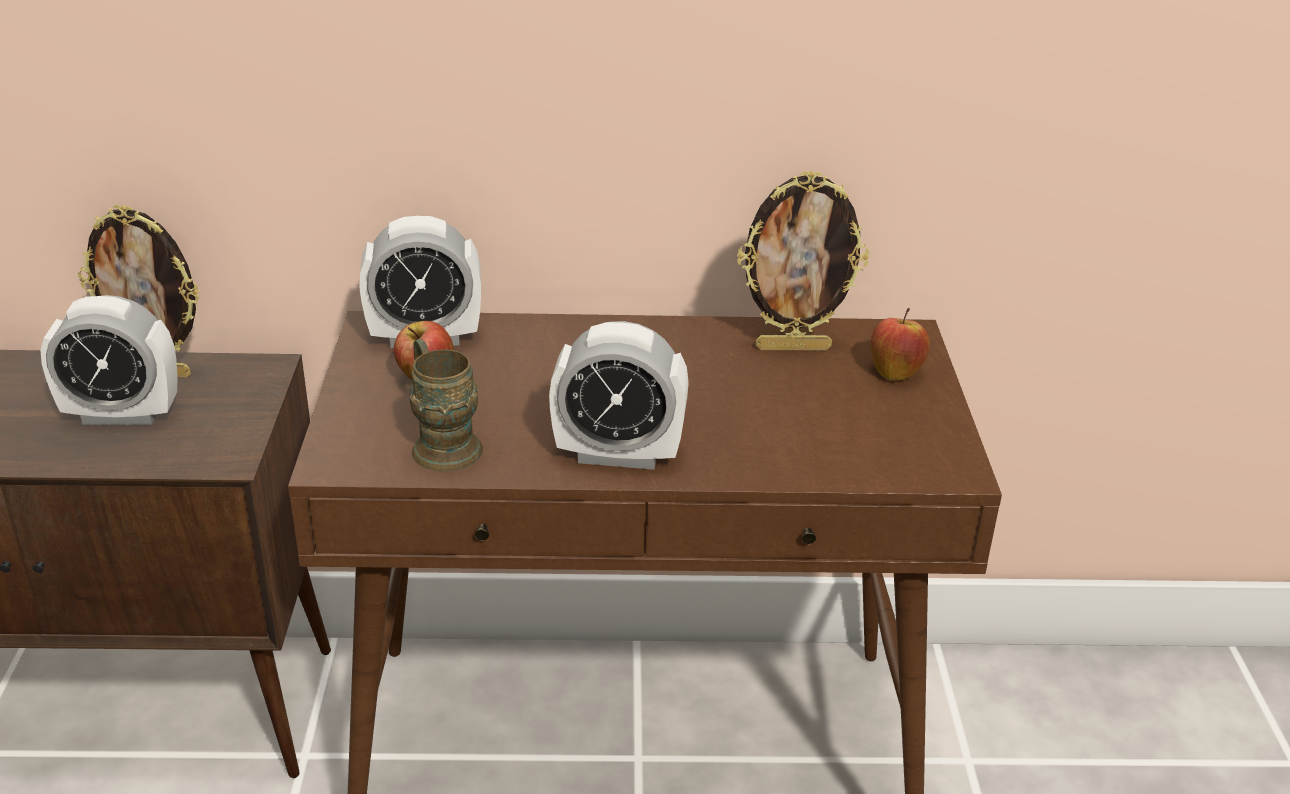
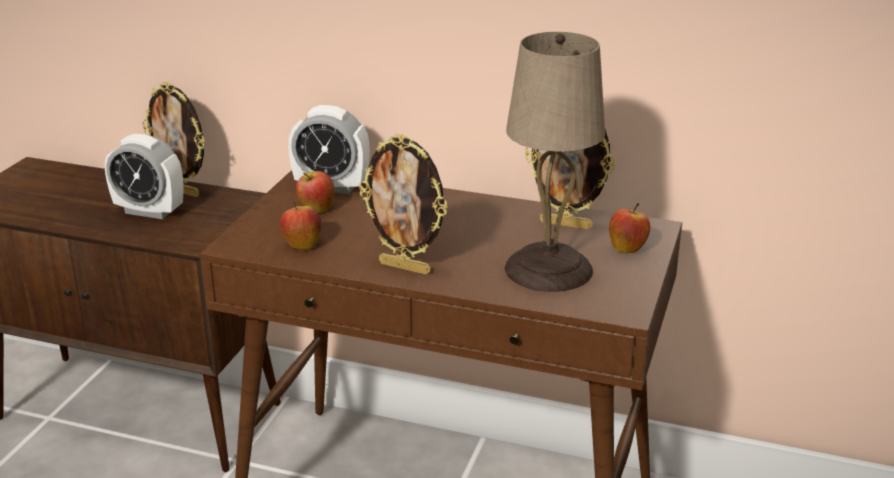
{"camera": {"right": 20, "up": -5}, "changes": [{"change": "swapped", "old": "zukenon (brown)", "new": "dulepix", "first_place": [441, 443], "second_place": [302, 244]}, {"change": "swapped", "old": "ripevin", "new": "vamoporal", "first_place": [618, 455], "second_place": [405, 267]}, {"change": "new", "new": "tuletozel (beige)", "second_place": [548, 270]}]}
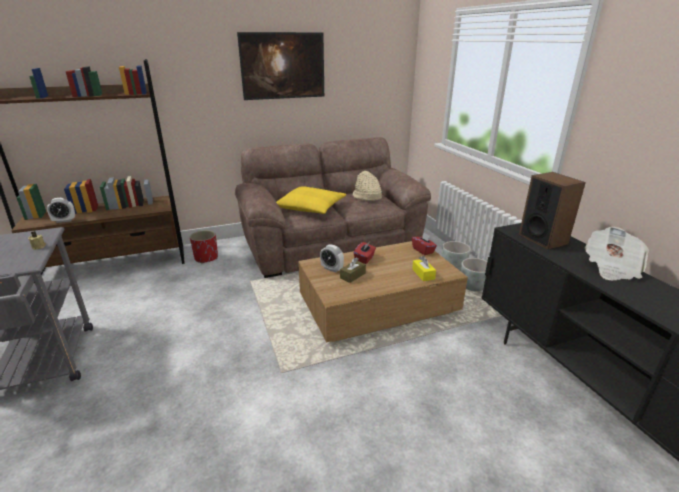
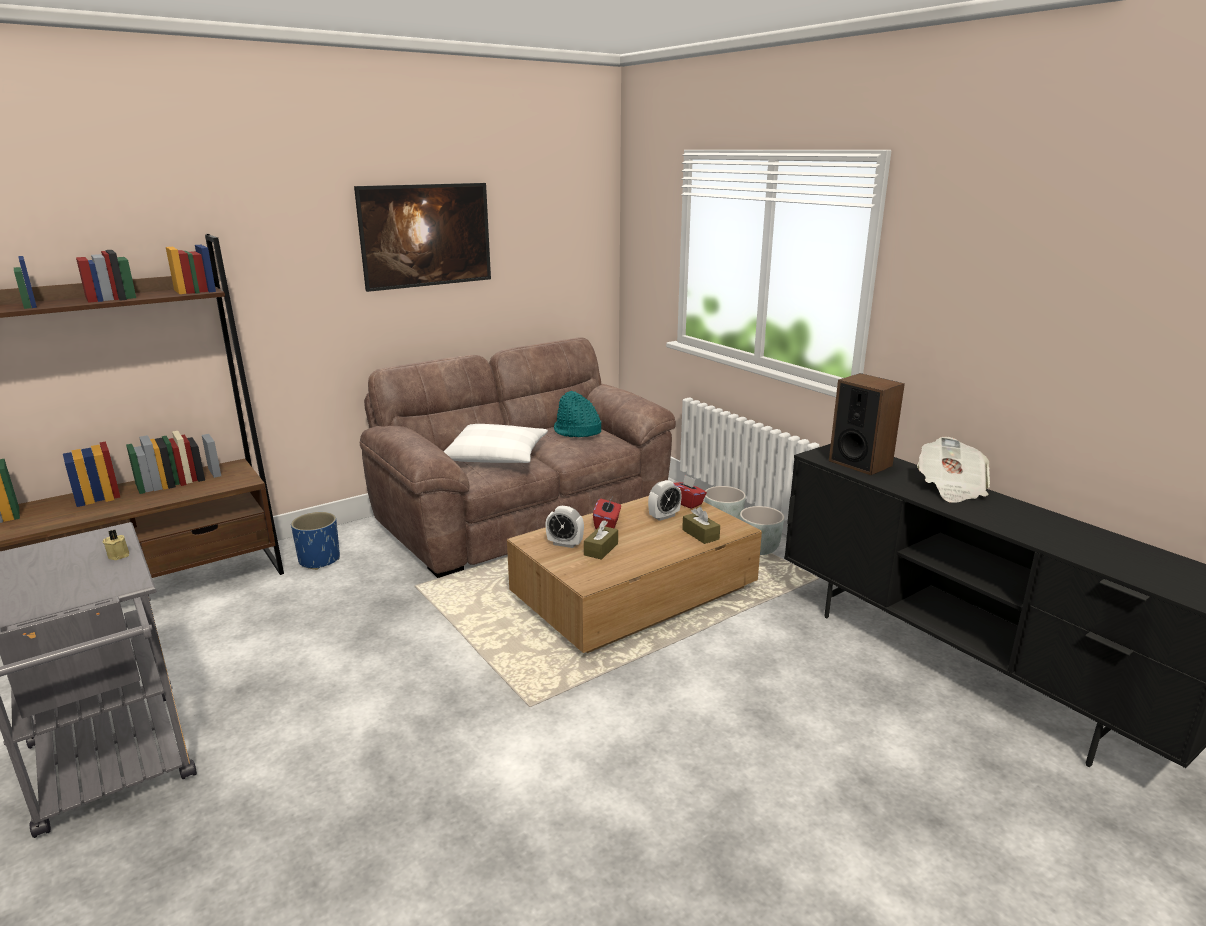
{"camera": {"right": -15, "up": -5}, "changes": [{"change": "shifted", "old": "ripevin", "first_place": [64, 221], "second_place": [664, 516]}, {"change": "repainted", "old": "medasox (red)", "new": "medasox (blue)", "first_place": [206, 258], "second_place": [319, 560]}, {"change": "repainted", "old": "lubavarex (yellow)", "new": "lubavarex (white)", "first_place": [311, 207], "second_place": [497, 456]}, {"change": "repainted", "old": "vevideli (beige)", "new": "vevideli (turquoise)", "first_place": [366, 197], "second_place": [576, 431]}, {"change": "repainted", "old": "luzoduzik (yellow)", "new": "luzoduzik (brown)", "first_place": [423, 274], "second_place": [700, 534]}]}
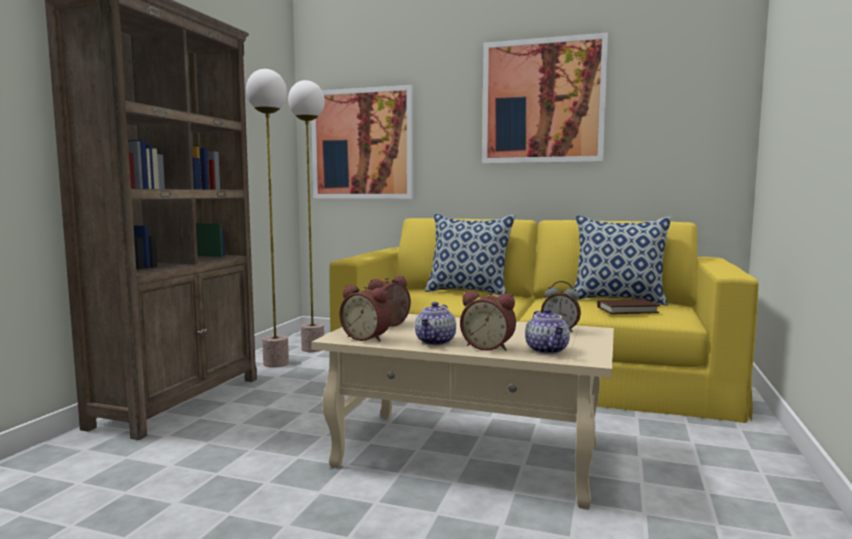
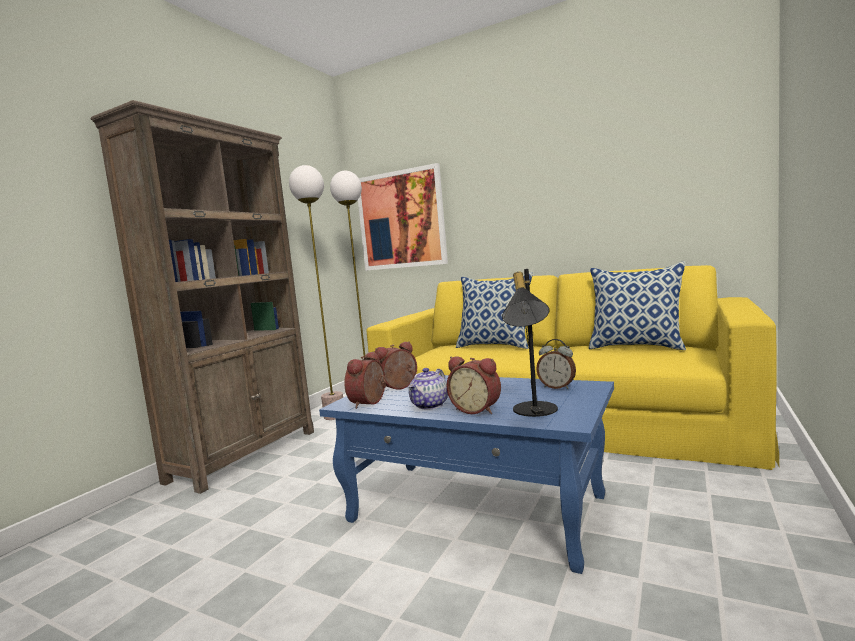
{"camera": {"right": 10, "up": 0}, "changes": [{"change": "repainted", "old": "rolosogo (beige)", "new": "rolosogo (blue)", "first_place": [470, 455], "second_place": [478, 508]}, {"change": "rotated", "old": "ripevin", "first_place": [367, 337], "second_place": [370, 403], "degrees": 75}, {"change": "gone", "old": "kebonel", "first_place": [542, 101]}, {"change": "swapped", "old": "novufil", "new": "tuletozel (black)", "first_place": [548, 350], "second_place": [533, 412]}, {"change": "gone", "old": "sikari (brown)", "first_place": [627, 310]}]}
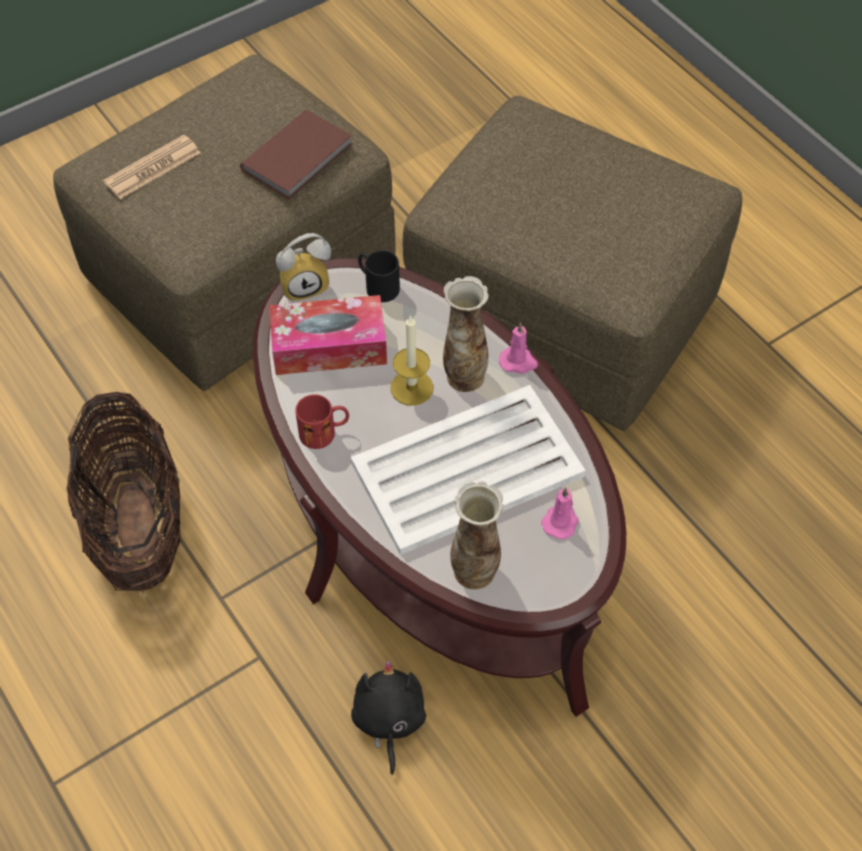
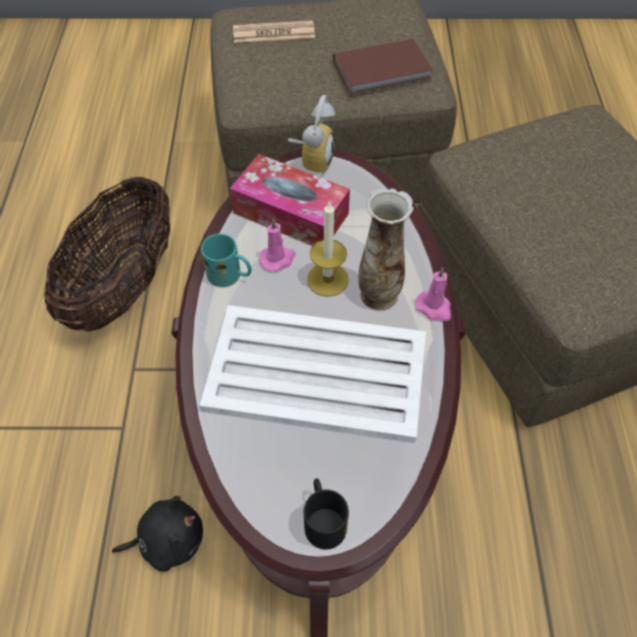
{"camera": {"right": 35, "up": 0}, "changes": [{"change": "rotated", "old": "ripevin", "first_place": [305, 284], "second_place": [312, 160], "degrees": -90}, {"change": "repainted", "old": "zukenon (red)", "new": "zukenon (turquoise)", "first_place": [324, 432], "second_place": [230, 275]}, {"change": "rotated", "old": "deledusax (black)", "first_place": [388, 720], "second_place": [168, 540], "degrees": 45}, {"change": "shifted", "old": "zukenon (black)", "first_place": [377, 286], "second_place": [322, 519]}, {"change": "gone", "old": "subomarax", "first_place": [474, 572]}, {"change": "shifted", "old": "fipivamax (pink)", "first_place": [560, 521], "second_place": [278, 259]}]}
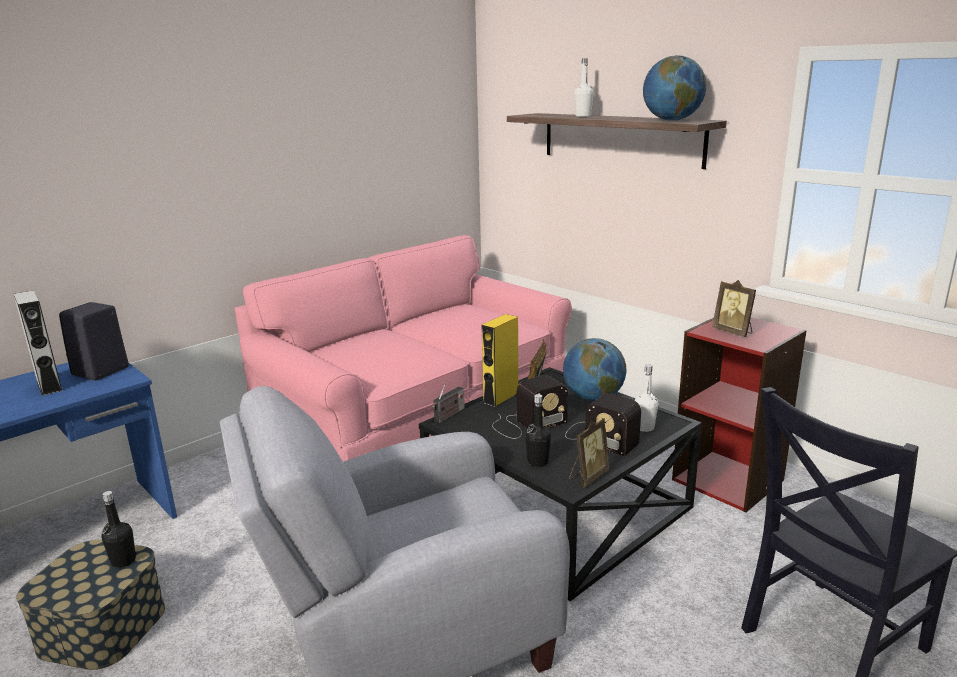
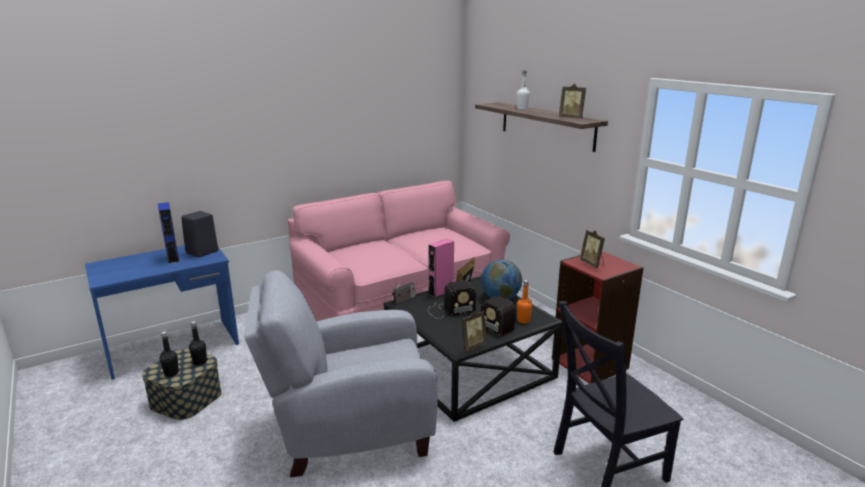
{"camera": {"right": 10, "up": 0}, "changes": [{"change": "repainted", "old": "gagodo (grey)", "new": "gagodo (blue)", "first_place": [49, 385], "second_place": [172, 258]}, {"change": "repainted", "old": "gagodo (yellow)", "new": "gagodo (pink)", "first_place": [501, 398], "second_place": [441, 292]}, {"change": "shifted", "old": "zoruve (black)", "first_place": [537, 462], "second_place": [171, 373]}, {"change": "repainted", "old": "zoruve (white)", "new": "zoruve (orange)", "first_place": [644, 427], "second_place": [523, 320]}, {"change": "swapped", "old": "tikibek", "new": "vamoporal", "first_place": [672, 120], "second_place": [571, 118]}]}
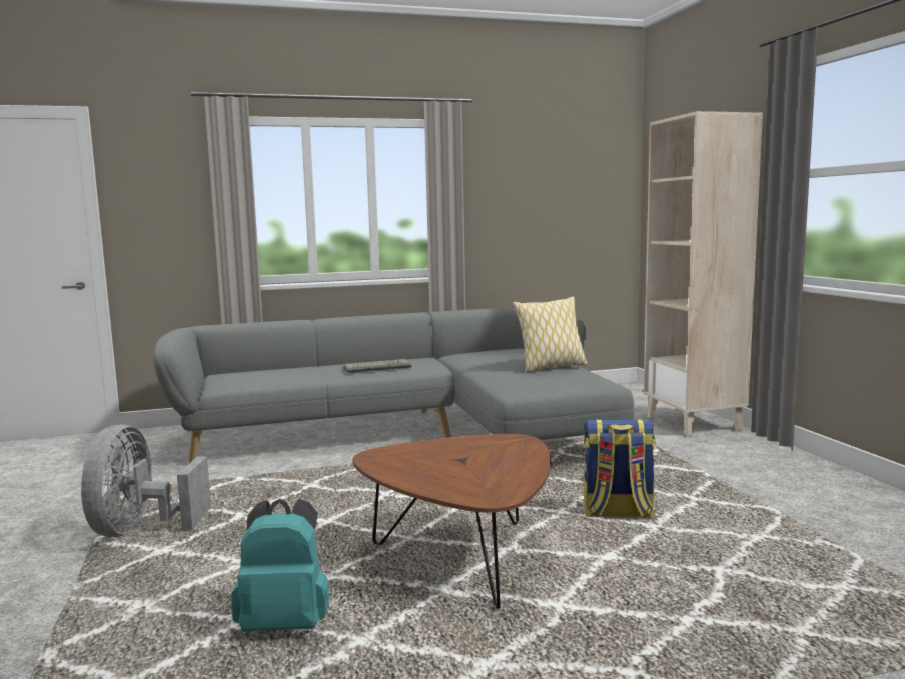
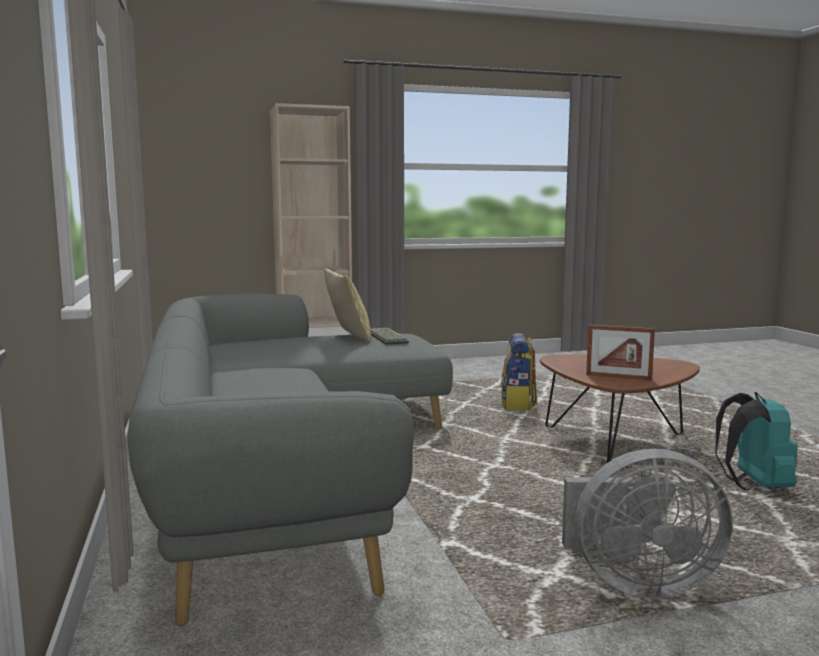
{"camera": {"right": -90, "up": 0}, "changes": [{"change": "shifted", "old": "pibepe", "first_place": [377, 367], "second_place": [386, 337]}, {"change": "new", "new": "vamoporal", "second_place": [618, 377]}]}
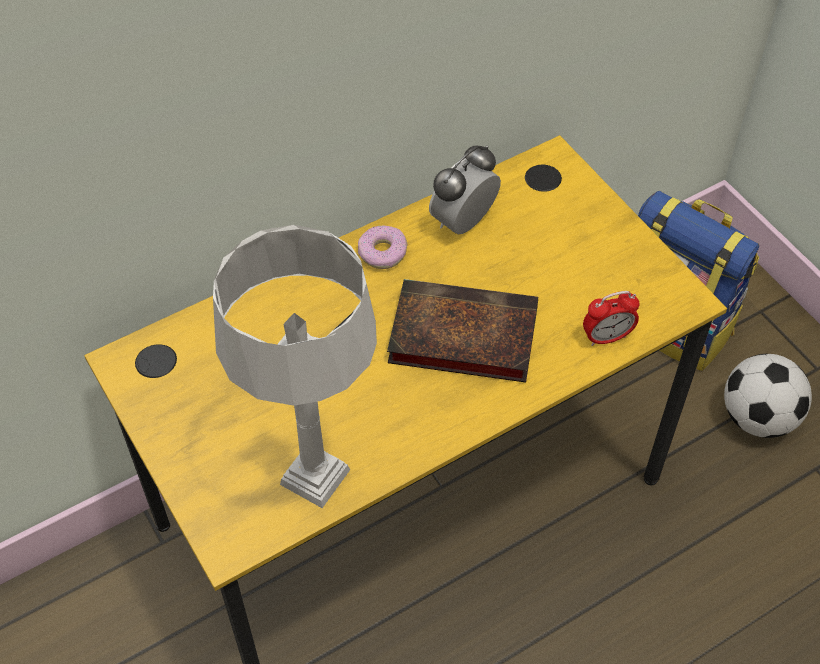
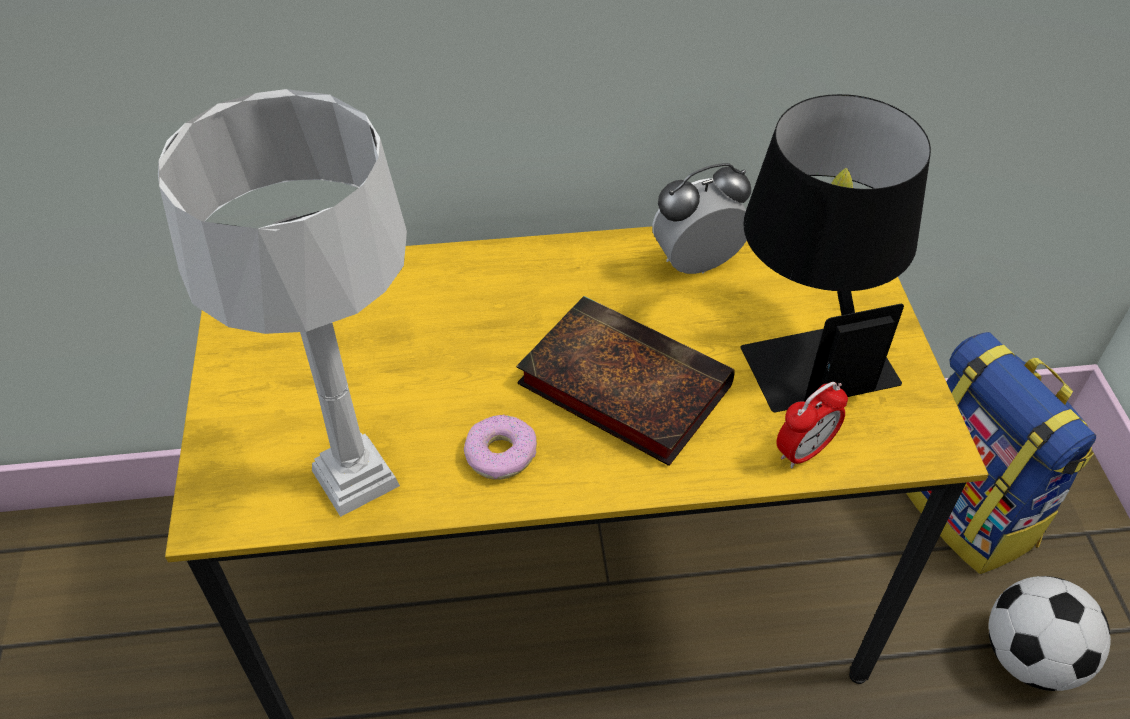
{"camera": {"right": 25, "up": -5}, "changes": [{"change": "shifted", "old": "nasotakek", "first_place": [382, 252], "second_place": [500, 454]}, {"change": "rotated", "old": "ripevin", "first_place": [606, 337], "second_place": [804, 451], "degrees": -45}, {"change": "new", "new": "tuletozel (black)", "second_place": [806, 343]}]}
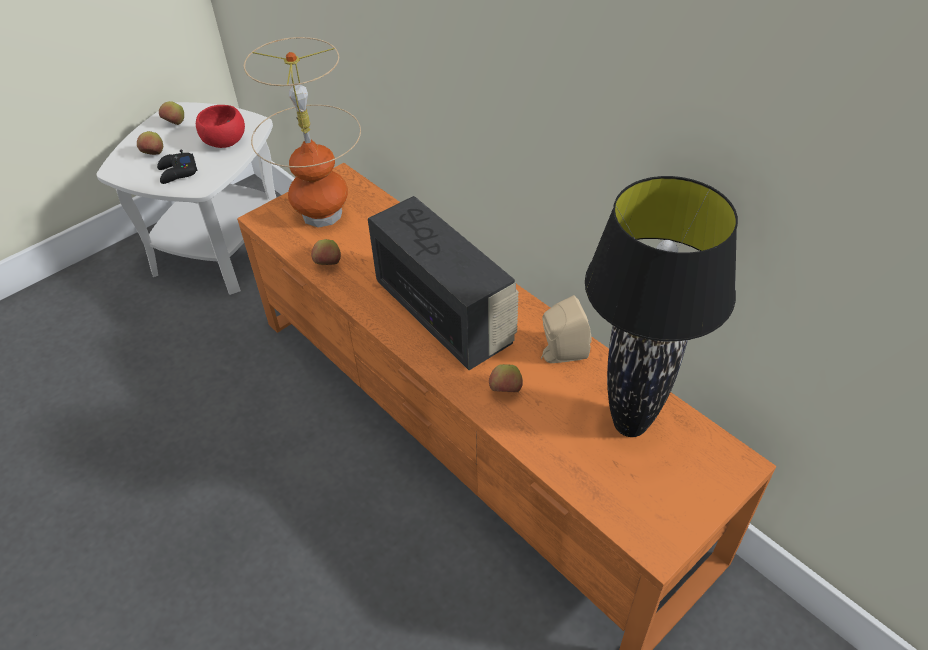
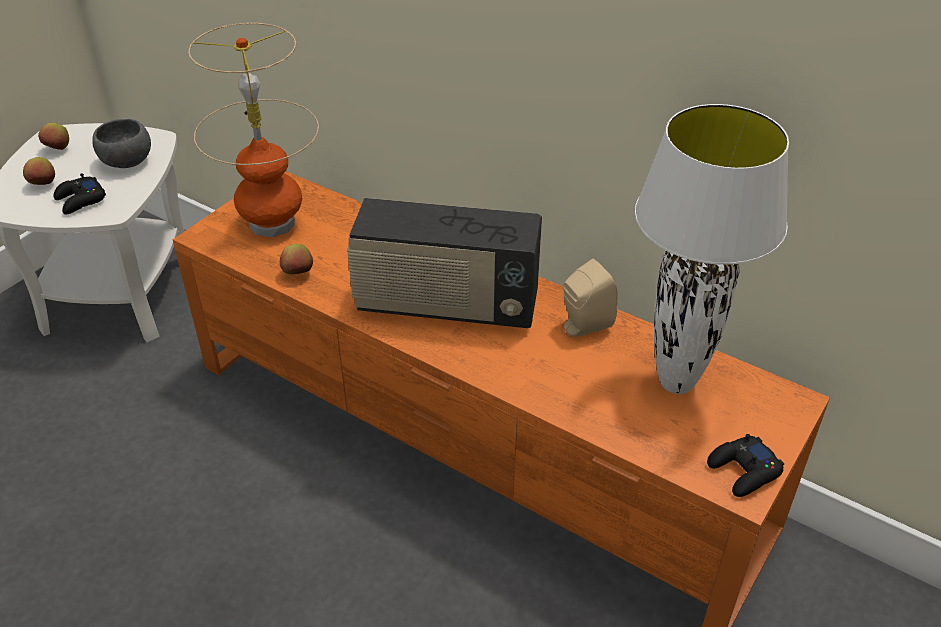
{"camera": {"right": -15, "up": -5}, "changes": [{"change": "repainted", "old": "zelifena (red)", "new": "zelifena (grey)", "first_place": [223, 141], "second_place": [125, 161]}, {"change": "rotated", "old": "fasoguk", "first_place": [444, 314], "second_place": [446, 305], "degrees": 150}, {"change": "gone", "old": "dulepix", "first_place": [505, 391]}, {"change": "repainted", "old": "tuletozel (black)", "new": "tuletozel (white)", "first_place": [629, 425], "second_place": [675, 383]}, {"change": "new", "new": "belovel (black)", "second_place": [743, 471]}]}
